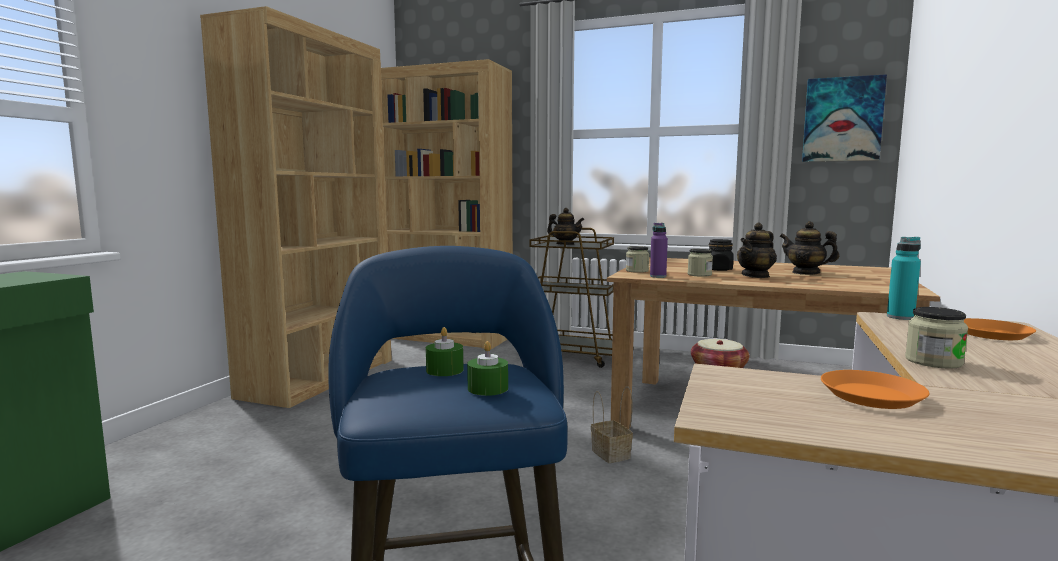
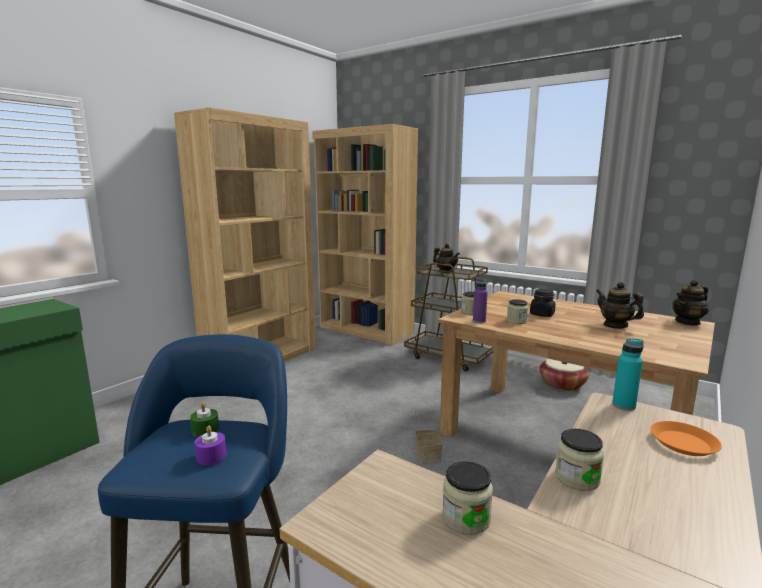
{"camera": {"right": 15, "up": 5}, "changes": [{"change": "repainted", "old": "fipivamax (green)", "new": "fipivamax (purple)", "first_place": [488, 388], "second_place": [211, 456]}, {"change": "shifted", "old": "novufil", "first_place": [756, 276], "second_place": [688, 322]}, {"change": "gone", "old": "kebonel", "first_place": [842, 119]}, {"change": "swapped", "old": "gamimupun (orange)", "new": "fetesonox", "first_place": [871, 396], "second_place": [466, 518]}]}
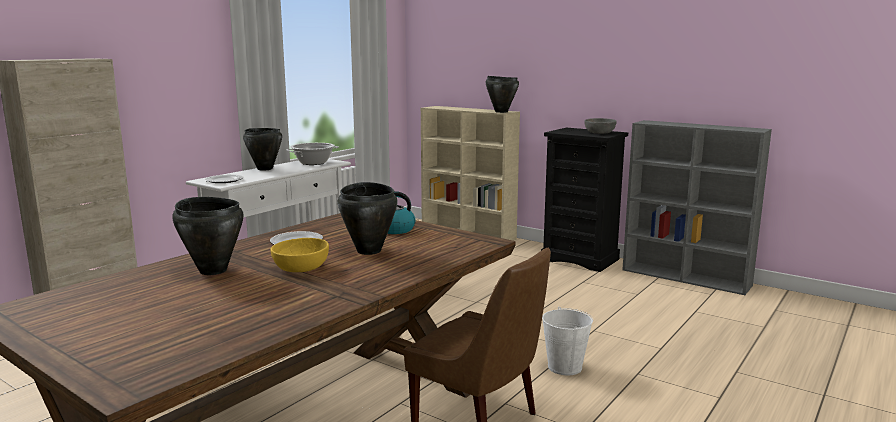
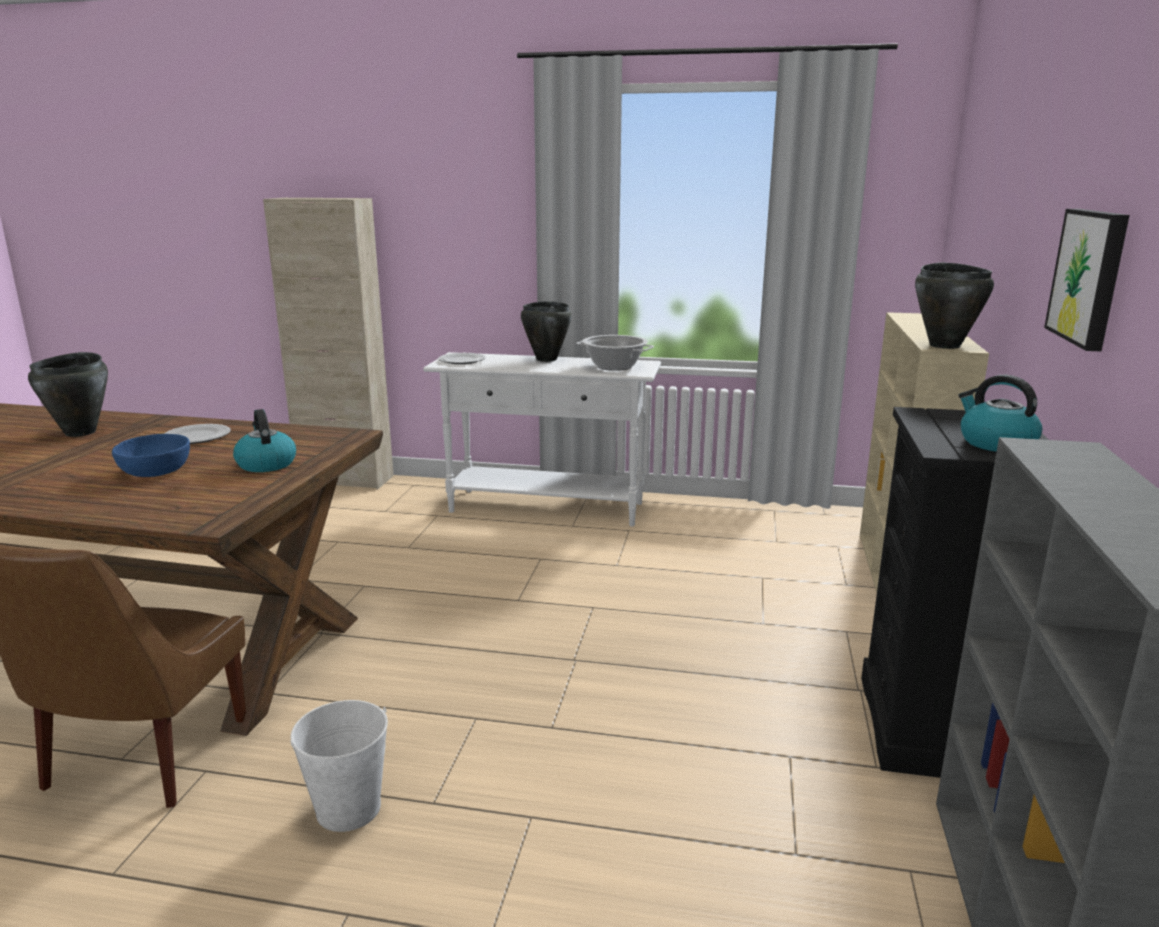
{"camera": {"right": 65, "up": 5}, "changes": [{"change": "gone", "old": "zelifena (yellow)", "first_place": [301, 267]}, {"change": "swapped", "old": "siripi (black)", "new": "zelifena (blue)", "first_place": [369, 251], "second_place": [156, 471]}, {"change": "swapped", "old": "zelifena (grey)", "new": "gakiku", "first_place": [599, 132], "second_place": [995, 443]}, {"change": "new", "new": "kebonel", "second_place": [1090, 276]}]}
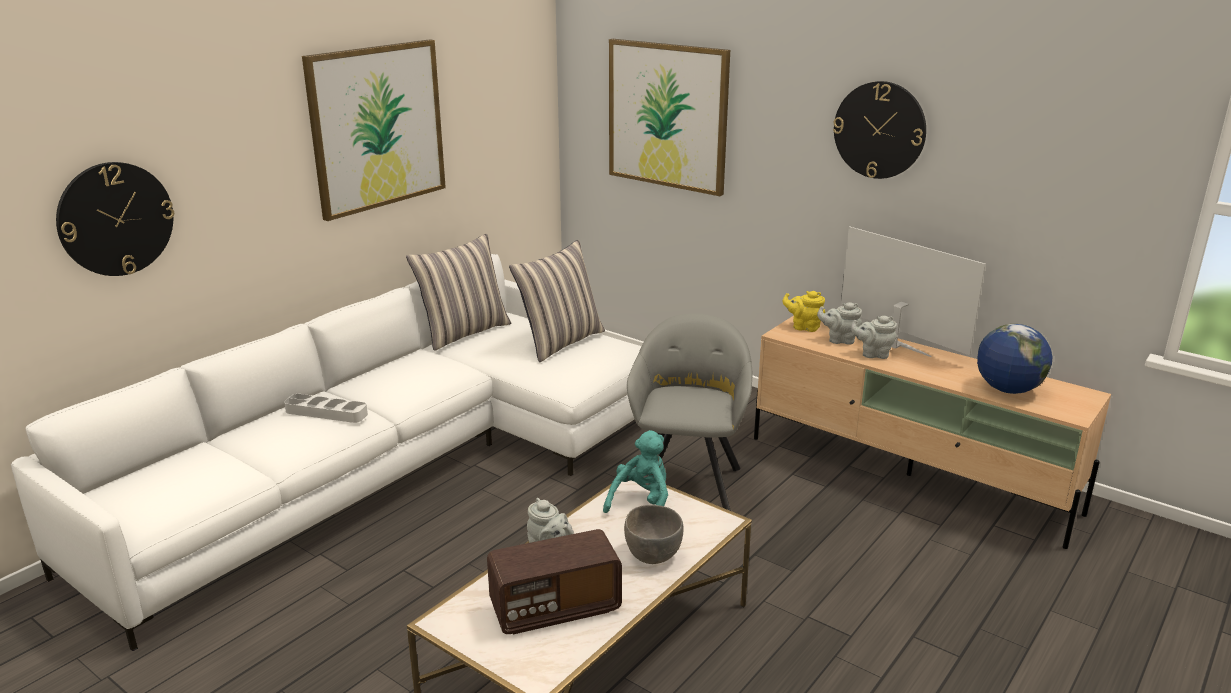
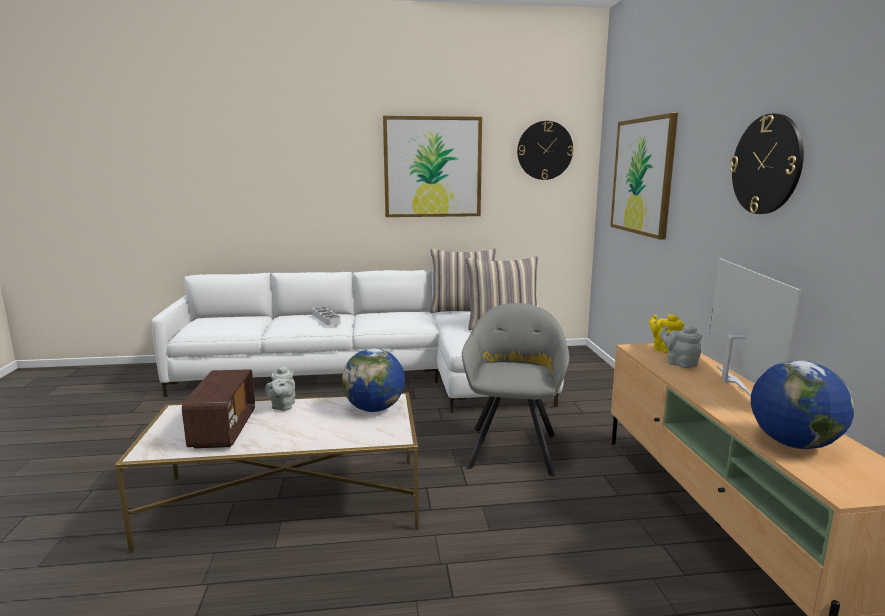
{"camera": {"right": 45, "up": -10}, "changes": [{"change": "shifted", "old": "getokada", "first_place": [116, 219], "second_place": [544, 150]}, {"change": "rotated", "old": "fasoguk", "first_place": [555, 608], "second_place": [223, 430], "degrees": -120}, {"change": "swapped", "old": "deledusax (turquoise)", "new": "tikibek", "first_place": [641, 504], "second_place": [374, 409]}, {"change": "gone", "old": "zelifena (grey)", "first_place": [653, 555]}, {"change": "rotated", "old": "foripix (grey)", "first_place": [688, 484], "second_place": [513, 447], "degrees": -45}, {"change": "gone", "old": "novufil (grey)", "first_place": [873, 354]}]}
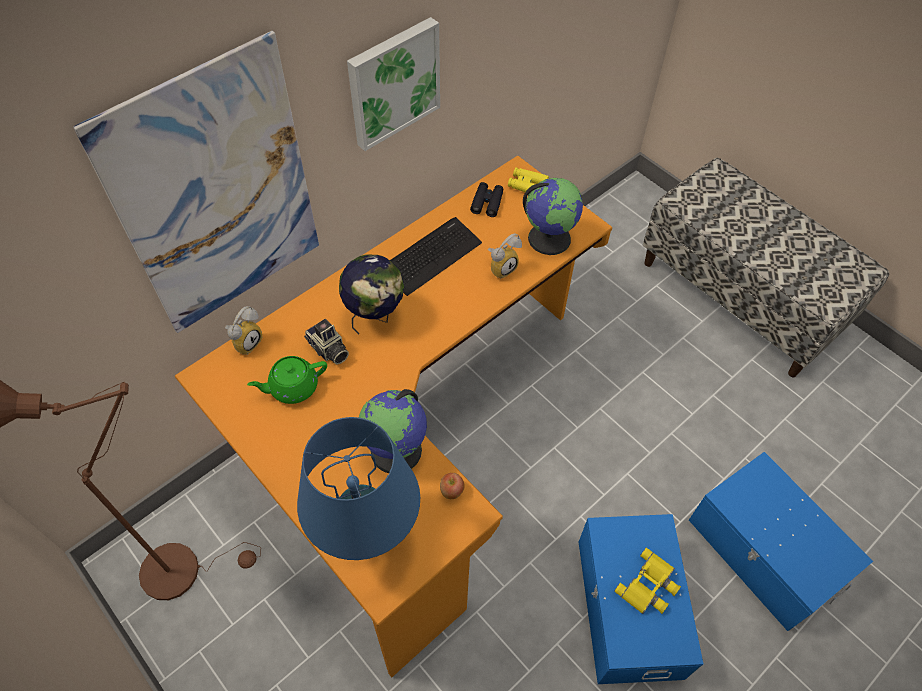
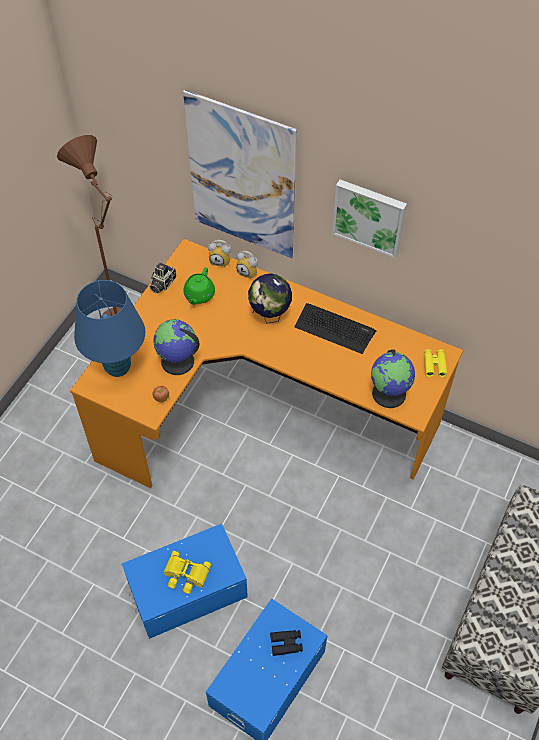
{"camera": {"right": 70, "up": 0}, "changes": [{"change": "rotated", "old": "novufil (green)", "first_place": [292, 387], "second_place": [199, 295], "degrees": -120}, {"change": "shifted", "old": "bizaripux", "first_place": [328, 350], "second_place": [162, 283]}, {"change": "shifted", "old": "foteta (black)", "first_place": [487, 203], "second_place": [286, 643]}, {"change": "shifted", "old": "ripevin", "first_place": [501, 267], "second_place": [249, 271]}]}
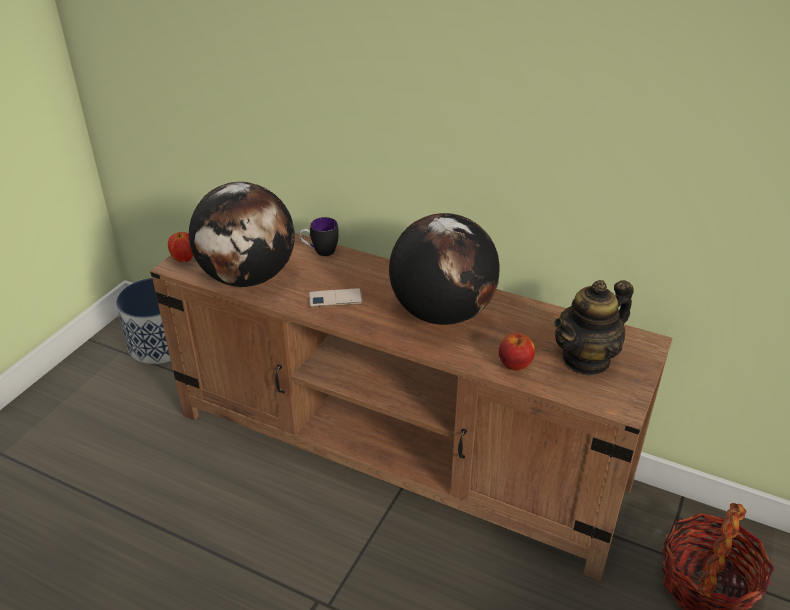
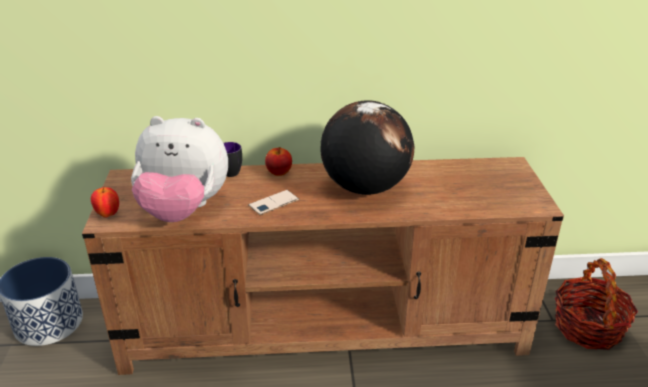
{"camera": {"right": -30, "up": -5}, "changes": [{"change": "swapped", "old": "tikibek", "new": "deledusax", "first_place": [248, 278], "second_place": [184, 210]}, {"change": "shifted", "old": "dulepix", "first_place": [515, 364], "second_place": [279, 172]}, {"change": "gone", "old": "novufil", "first_place": [586, 359]}]}
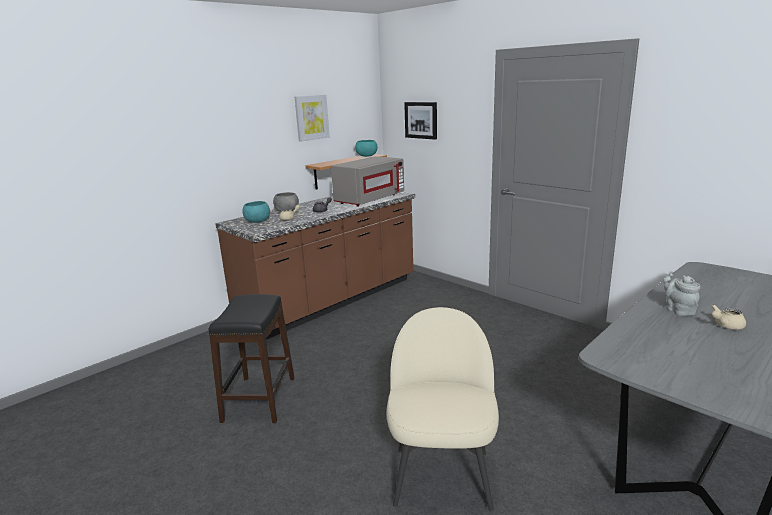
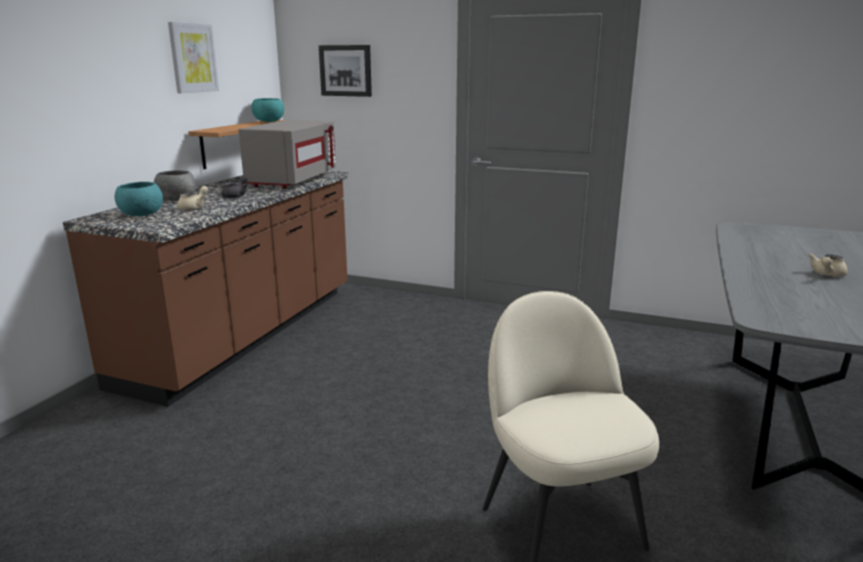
{"camera": {"right": -25, "up": 0}, "changes": [{"change": "gone", "old": "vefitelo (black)", "first_place": [259, 399]}, {"change": "gone", "old": "novufil (grey)", "first_place": [678, 310]}]}
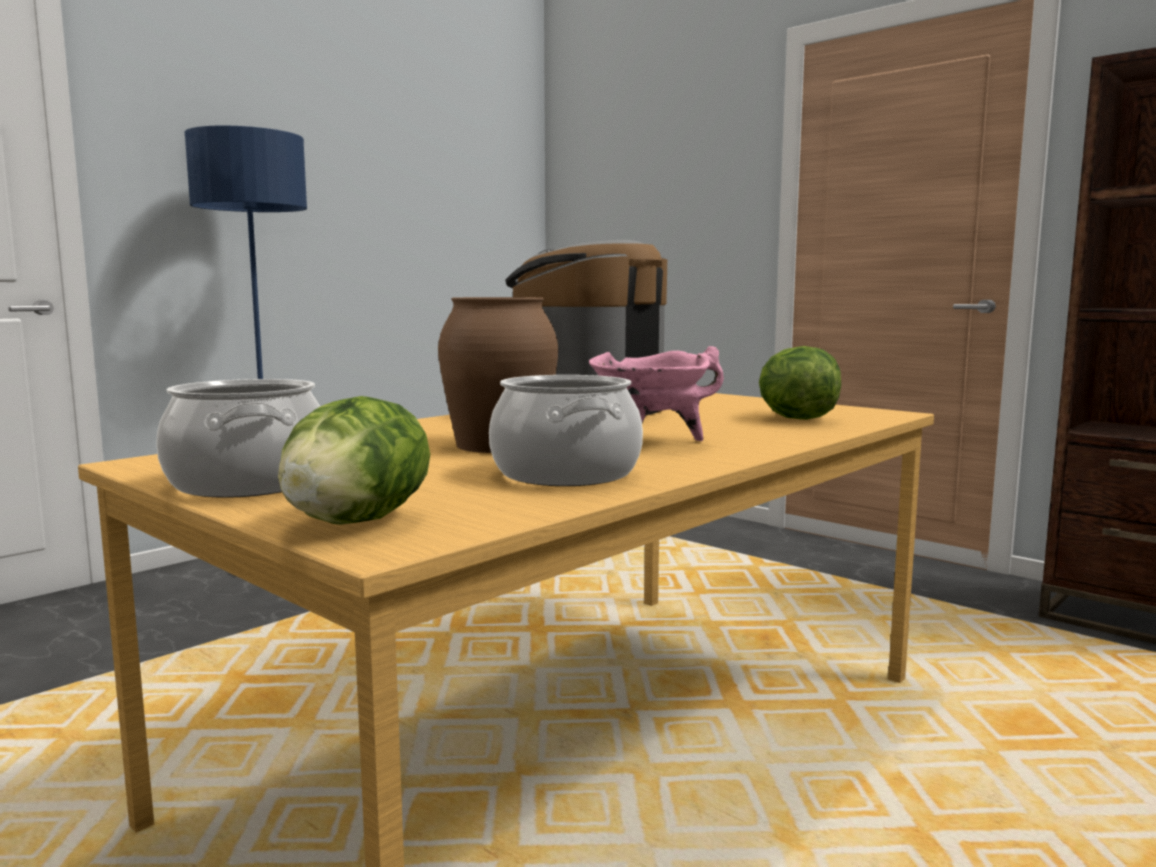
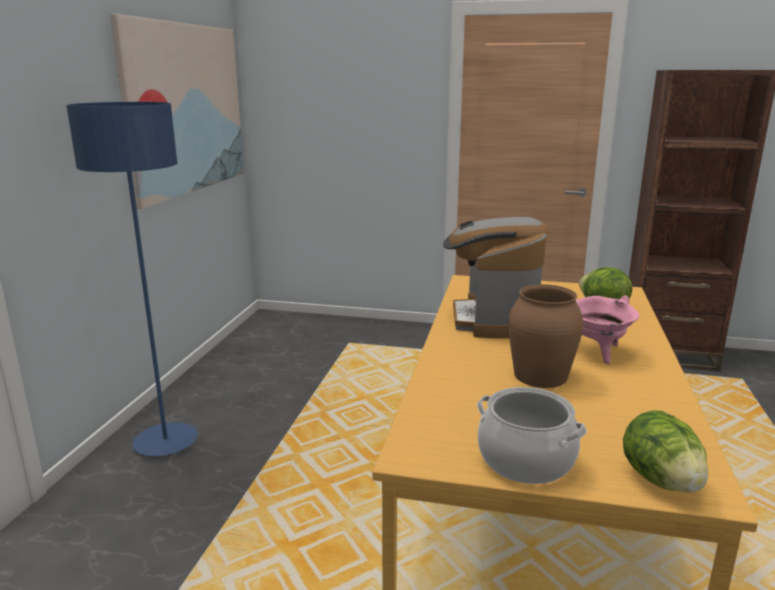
{"camera": {"right": -30, "up": 10}, "changes": [{"change": "gone", "old": "siripi", "first_place": [564, 473]}, {"change": "new", "new": "kebonel", "second_place": [186, 109]}]}
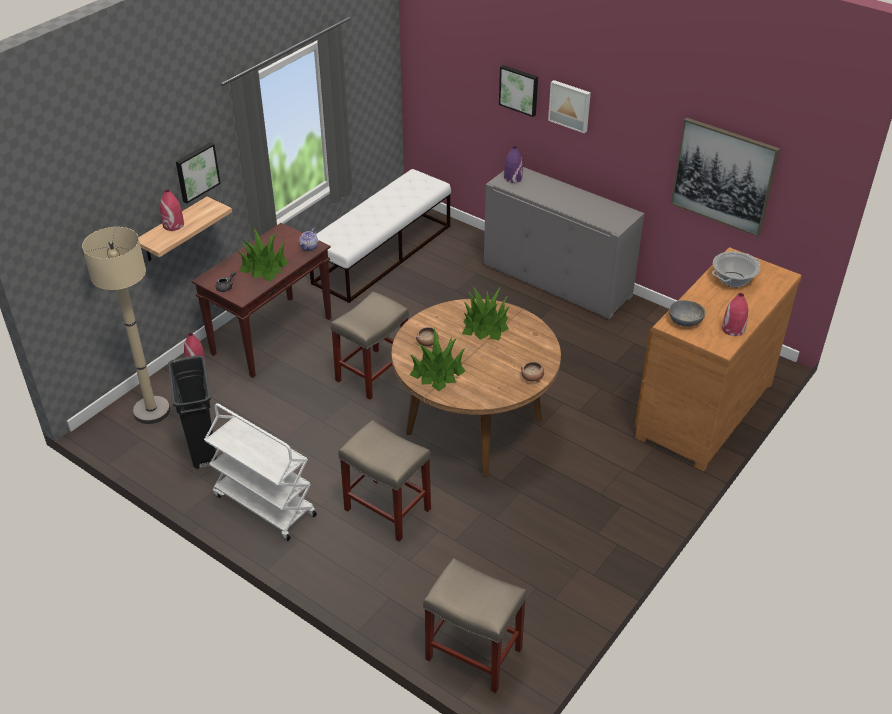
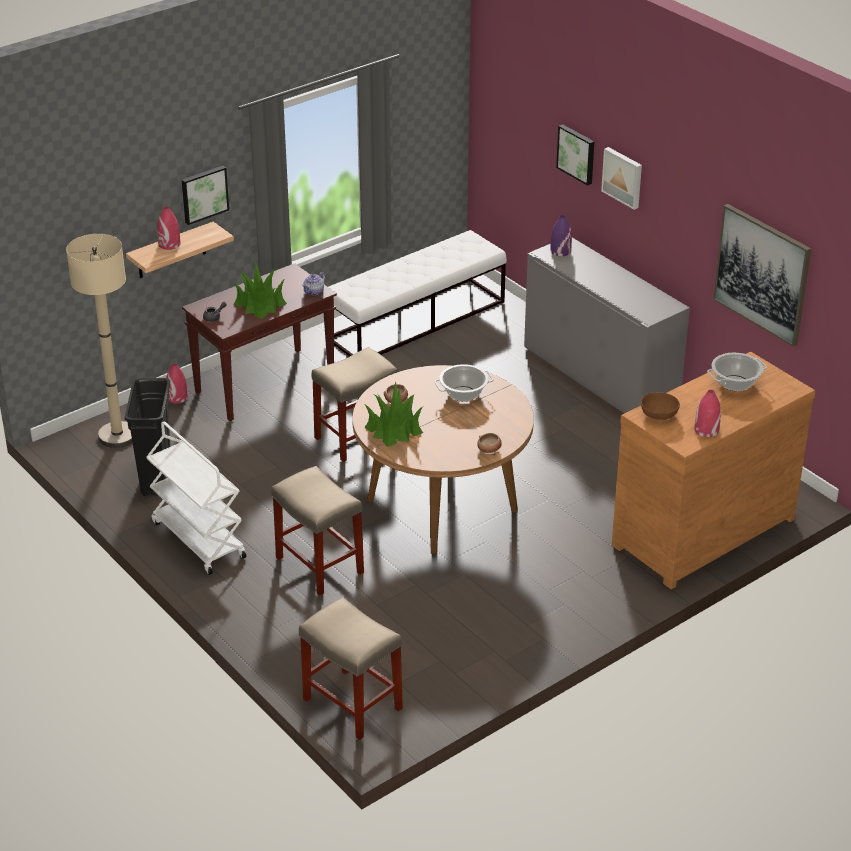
{"camera": {"right": 15, "up": -5}, "changes": [{"change": "swapped", "old": "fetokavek", "new": "siripi", "first_place": [485, 325], "second_place": [463, 394]}, {"change": "repainted", "old": "zelifena (grey)", "new": "zelifena (brown)", "first_place": [685, 321], "second_place": [659, 414]}]}
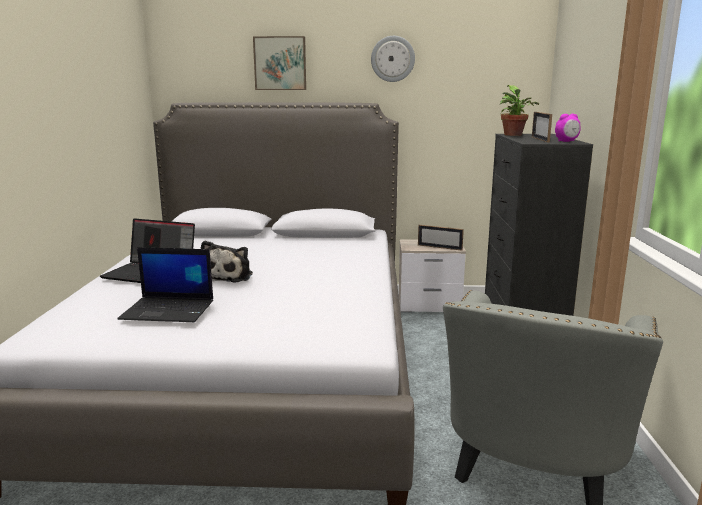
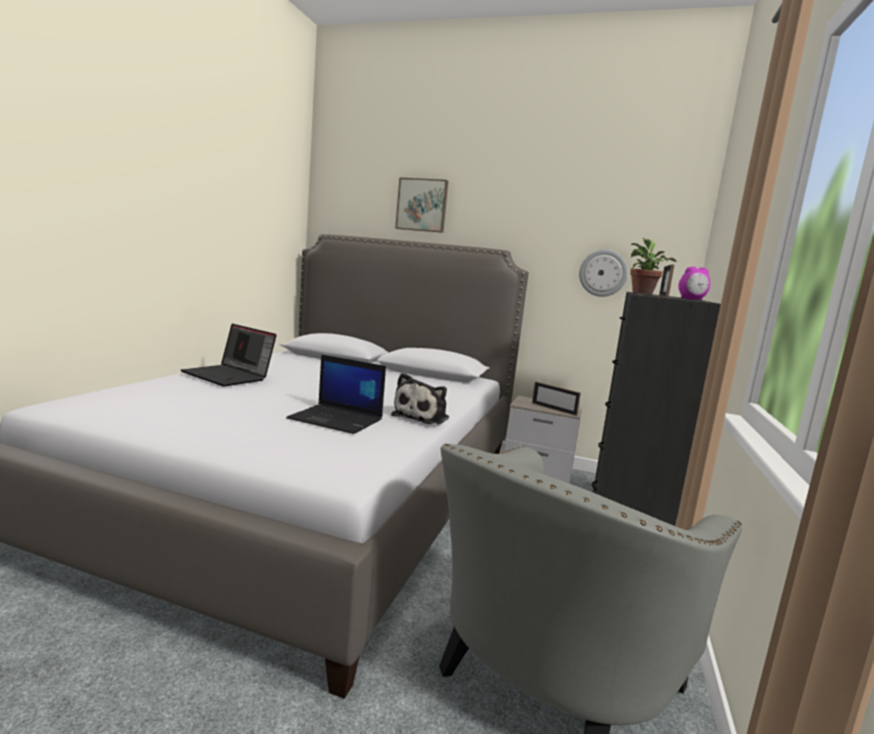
{"camera": {"right": 15, "up": -5}, "changes": [{"change": "shifted", "old": "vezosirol", "first_place": [169, 310], "second_place": [337, 419]}, {"change": "shifted", "old": "deledusax", "first_place": [229, 276], "second_place": [423, 417]}, {"change": "shifted", "old": "getokada", "first_place": [392, 59], "second_place": [603, 273]}]}
